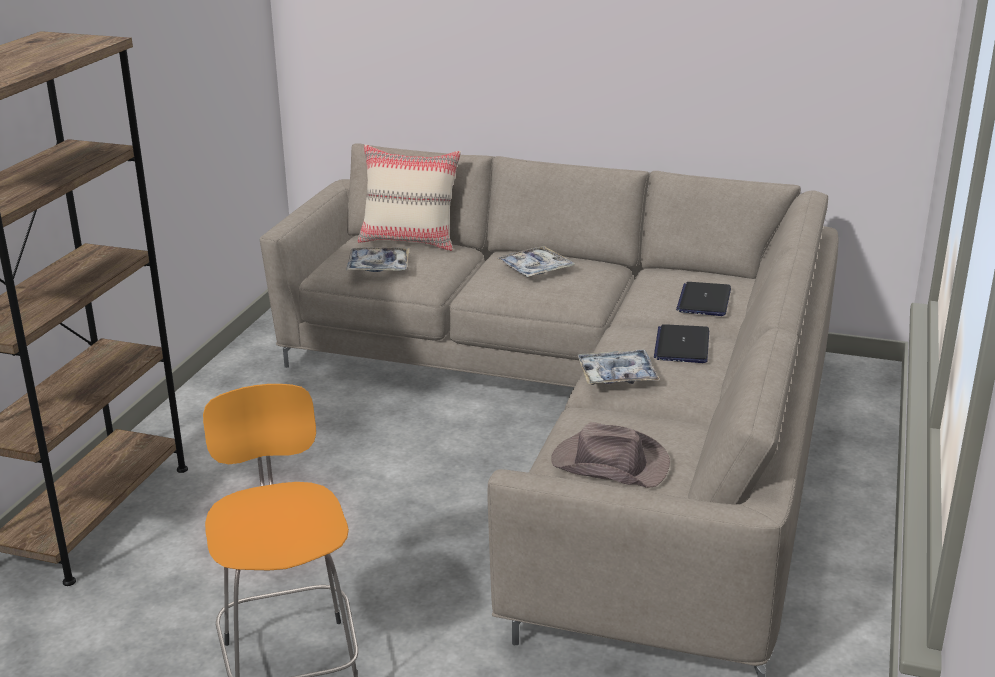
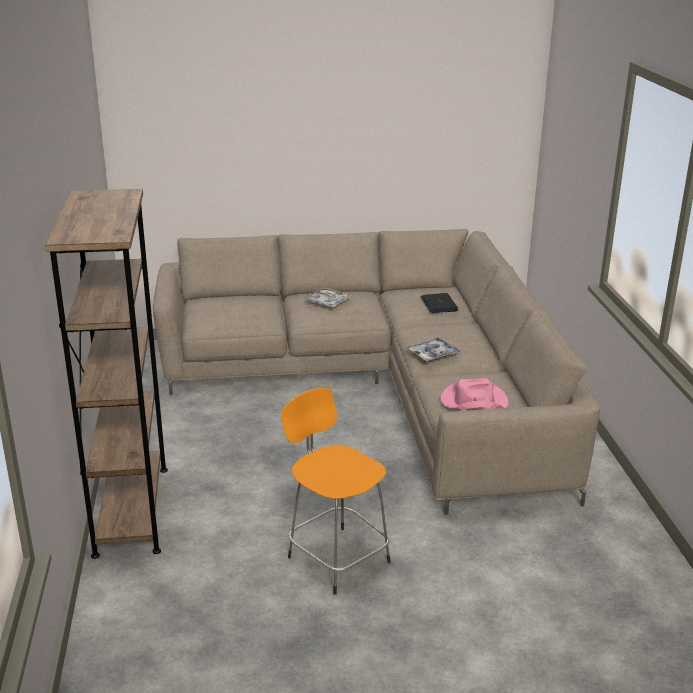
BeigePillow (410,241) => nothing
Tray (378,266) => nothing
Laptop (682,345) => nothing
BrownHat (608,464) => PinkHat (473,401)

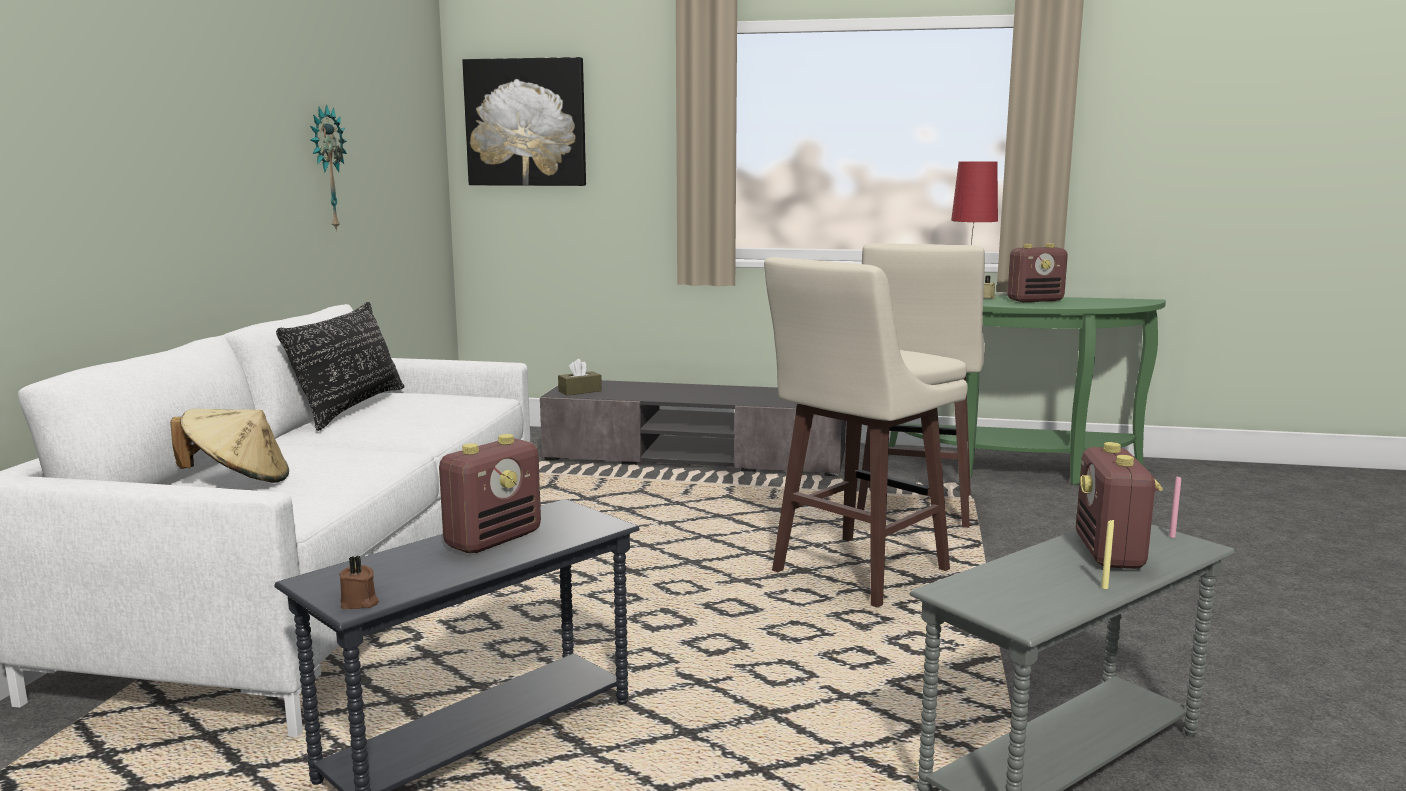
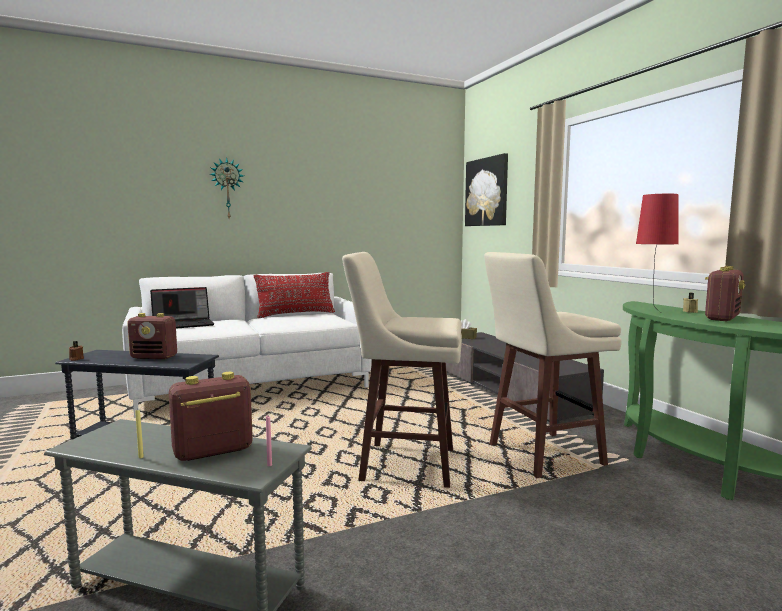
WallClock (326,168) => WallClock (227,189), relocated
Radio (1035,300) => Radio (722,318), 90 degrees counterclockwise
BlackPillow (351,407) => RedPillow (295,314)
BeigeHat (238,481) => Laptop (184,324)

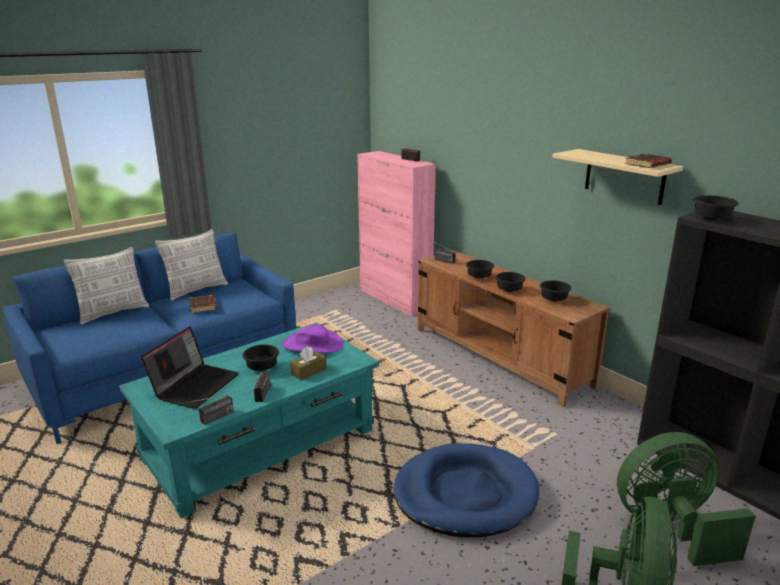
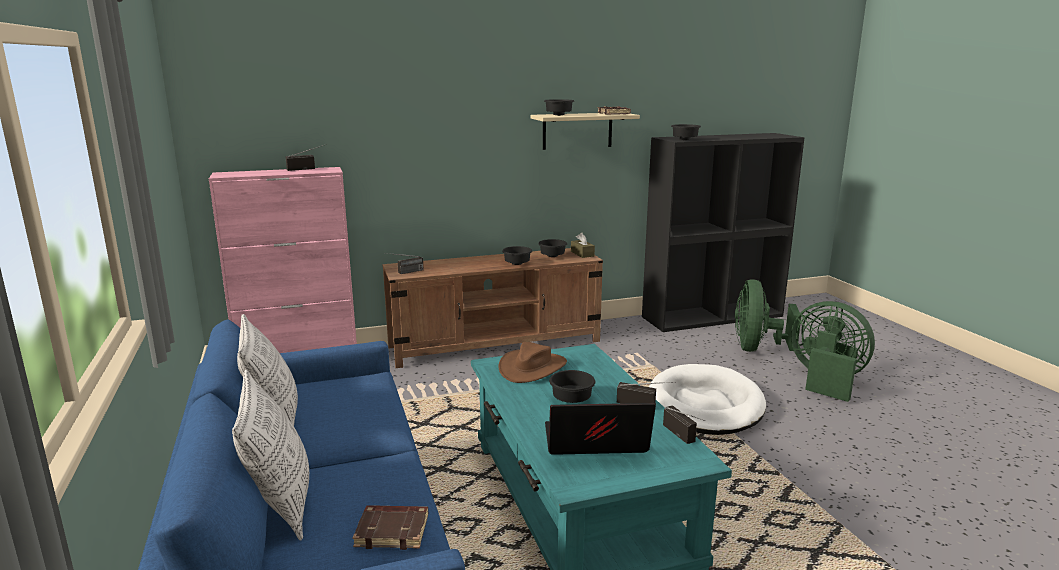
BlackBowl (478,277) => BlackBowl (558,115), relocated
BrownBook (204,306) => BrownBook (393,531), relocated
PurpleHat (312,345) => BrownHat (532,367)
Laptop (195,385) => Laptop (594,444), 45 degrees counterclockwise
BrownTissueBox (308,371) => BrownTissueBox (582,254), relocated
BlueDogBed (465,494) => WhiteDogBed (705,405)

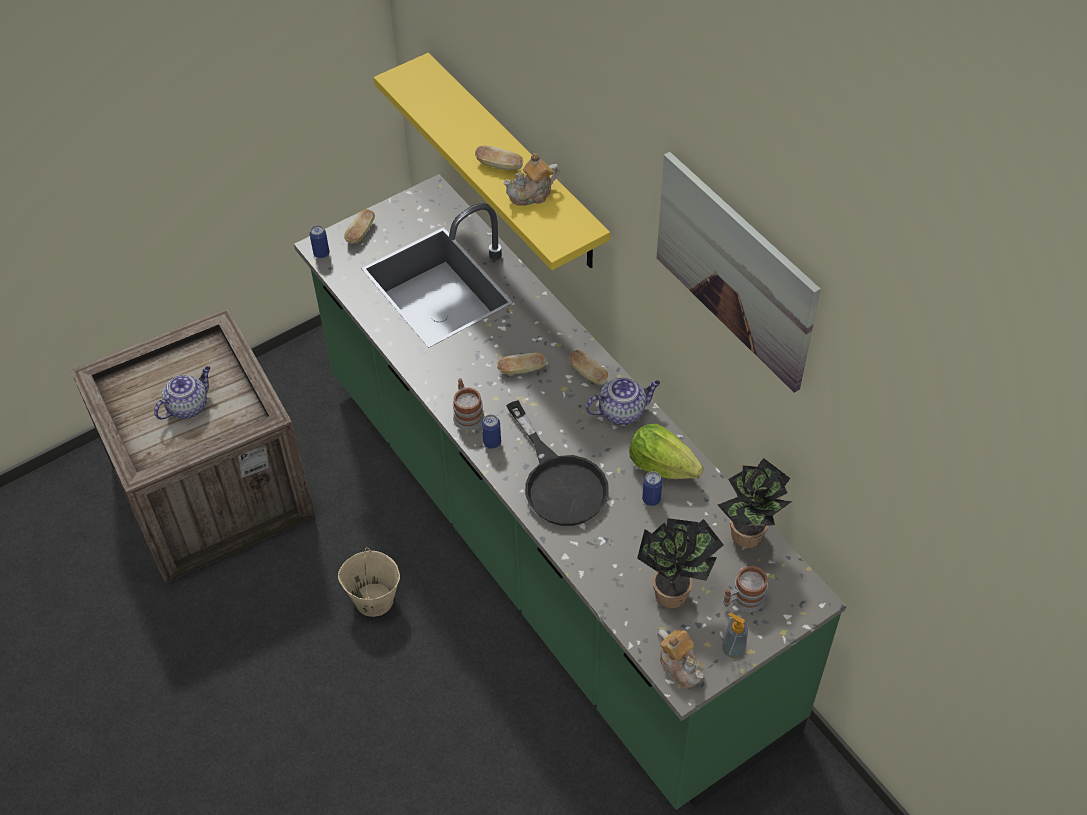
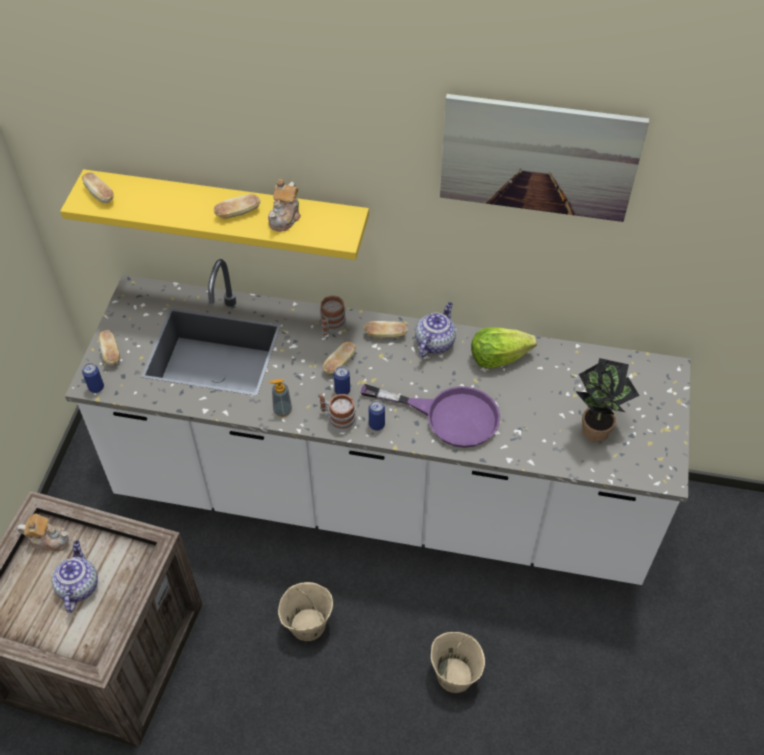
GreenCounter (546,547) => WhiteCounter (382,496)
BlackFryingPan (559,481) => PurpleFryingPan (448,415)
PottedPlant (749,538) => nothing
Can (651,499) => Can (342,390), relocated
Mug (743,599) => Mug (331,326), relocated
SoapDispenser (733,649) => SoapDispenser (282,410), relocated
Teapot (680,665) => Teapot (49,539), relocated
nothing => Bread (100,194)
nothing => BeigeBucket (454,674)

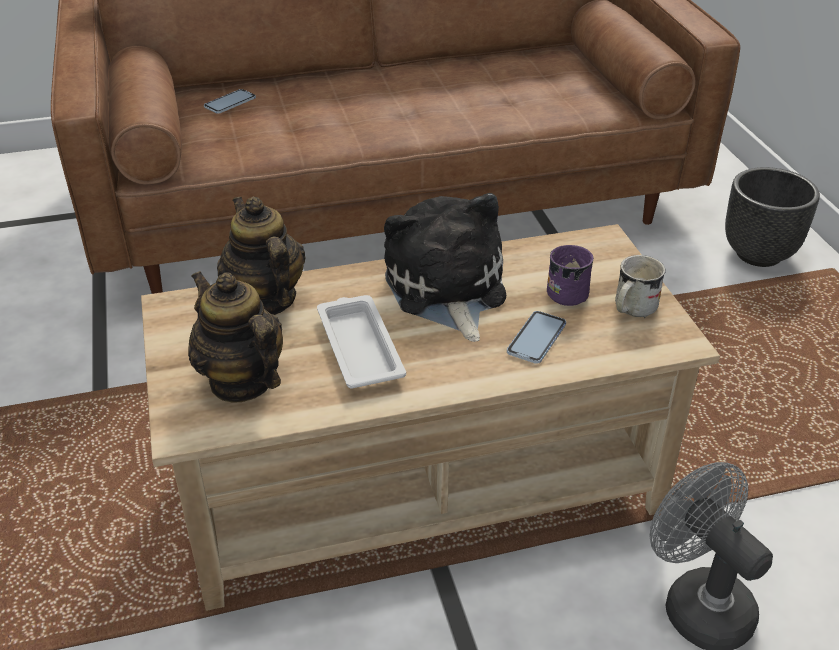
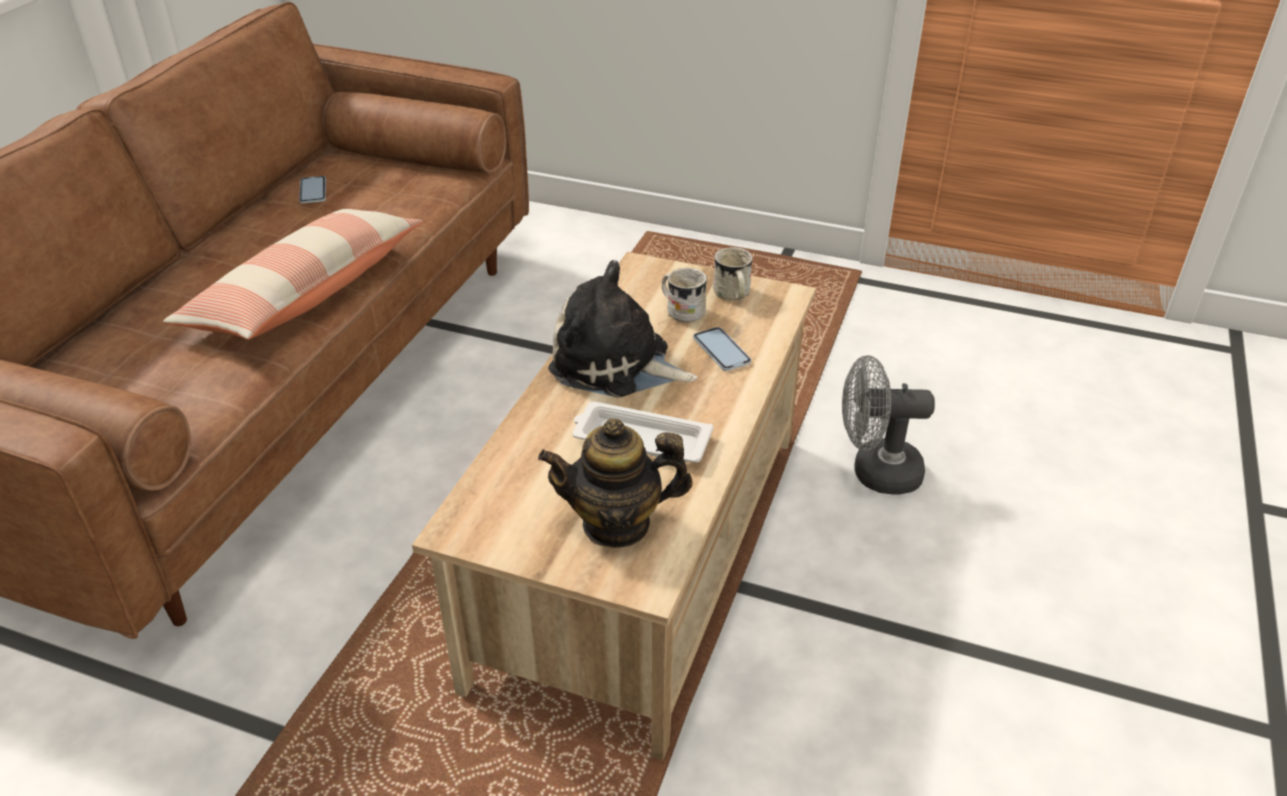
Phone (230,103) => Phone (313,191), relocated
BlackPlanter (759,254) => nothing
Teapot (265,300) => nothing
PurpleMug (568,290) => WhiteMug (681,310)
nothing => Pillow (305,294)

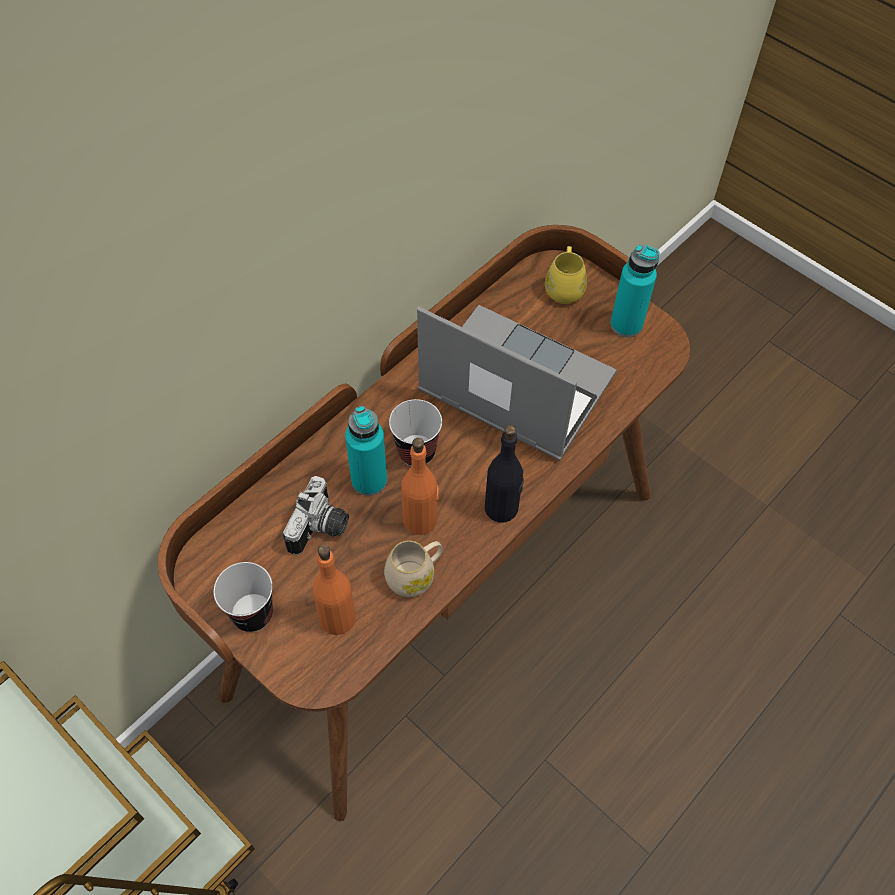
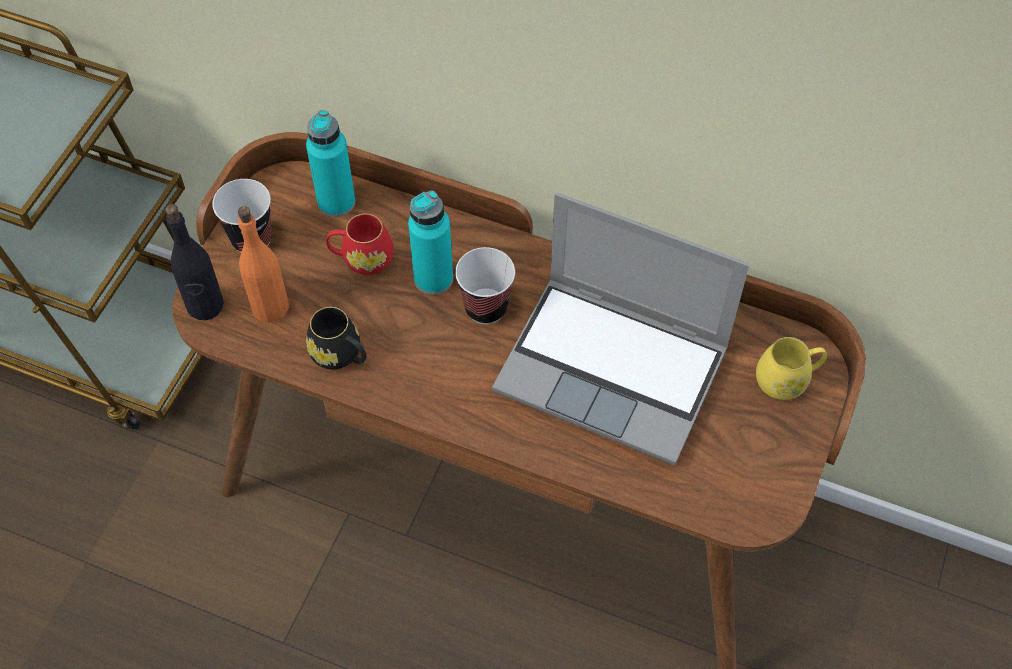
TurquoiseBottle (626,324) => TurquoiseBottle (336,202), relocated
Laptop (512,386) => Laptop (615,369), 105 degrees clockwise
BlackBottle (502,508) => BlackBottle (205,306), relocated
OrangeBottle (420,520) => nothing
PhotoCamera (321,529) => RedMug (362,259)
BeigeMug (415,575) => BlackMug (341,355)

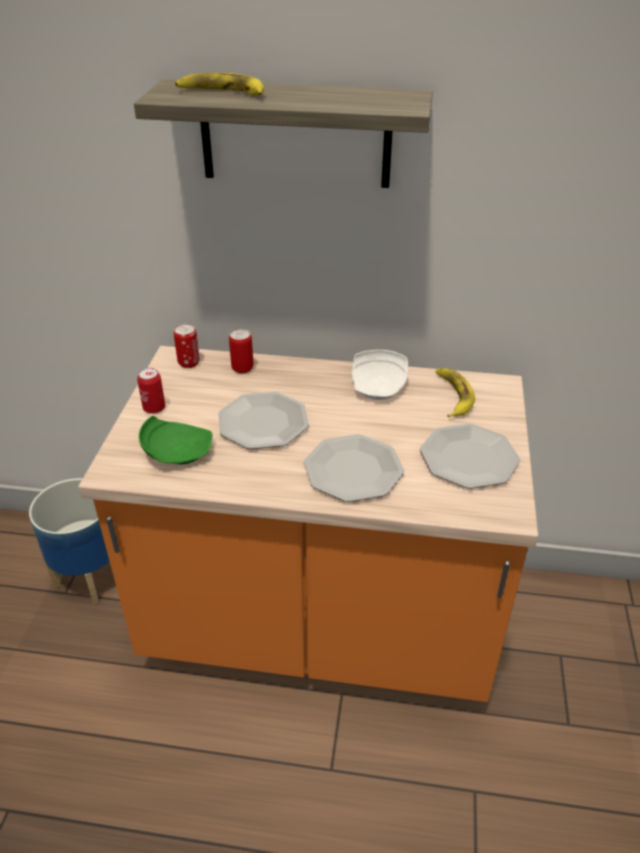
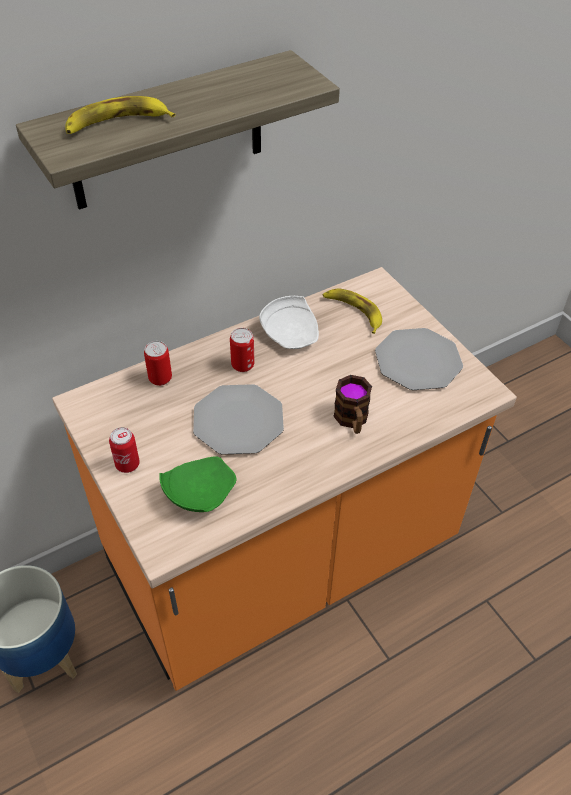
Can (189,363) => Can (242,365), relocated
Plate (353,470) => Mug (352,420)

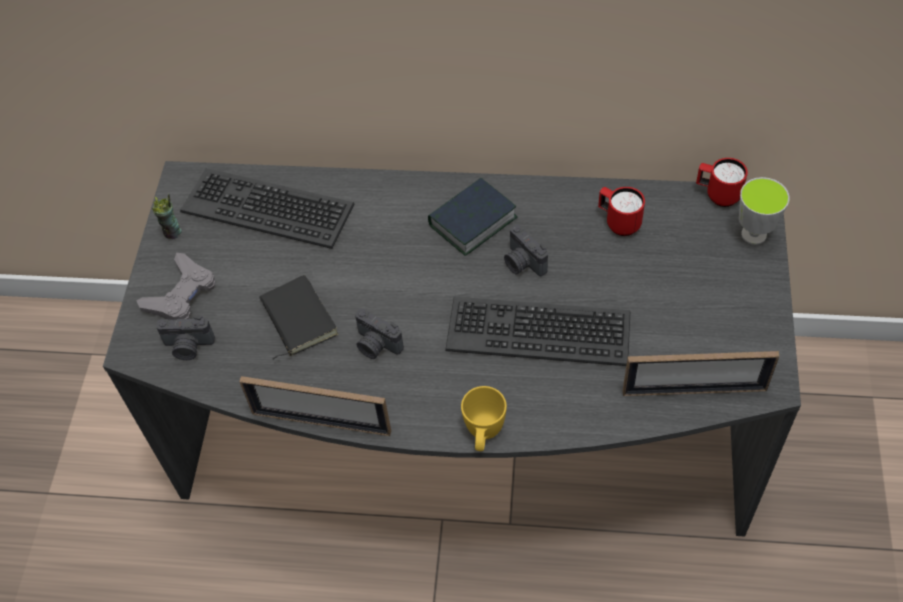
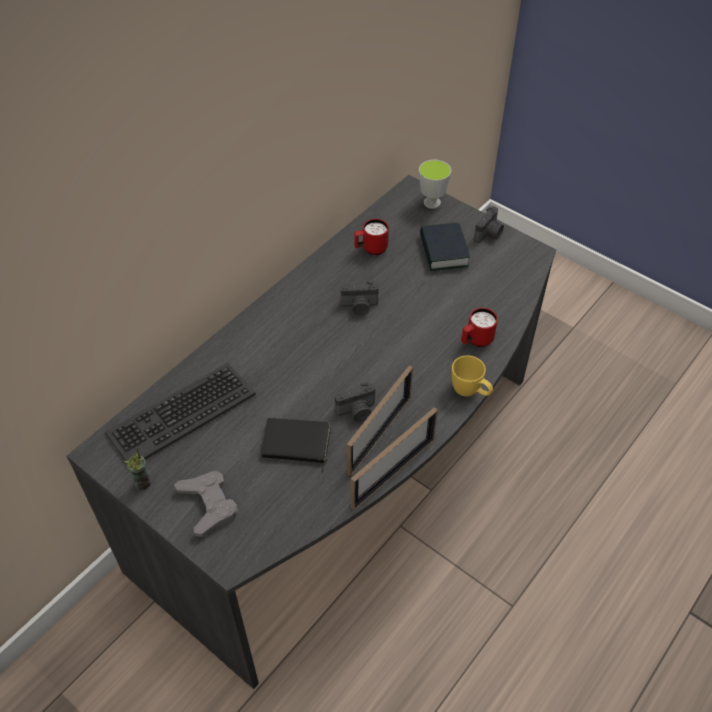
RedMug (717,195) => RedMug (476,341), relocated
Book (472,221) => Book (443,251), relocated
Keyboard (538,330) => nothing
PhotoCamera (188,347) => PhotoCamera (489,234), relocated
PictureFrame (694,390) => PictureFrame (379,435), relocated

